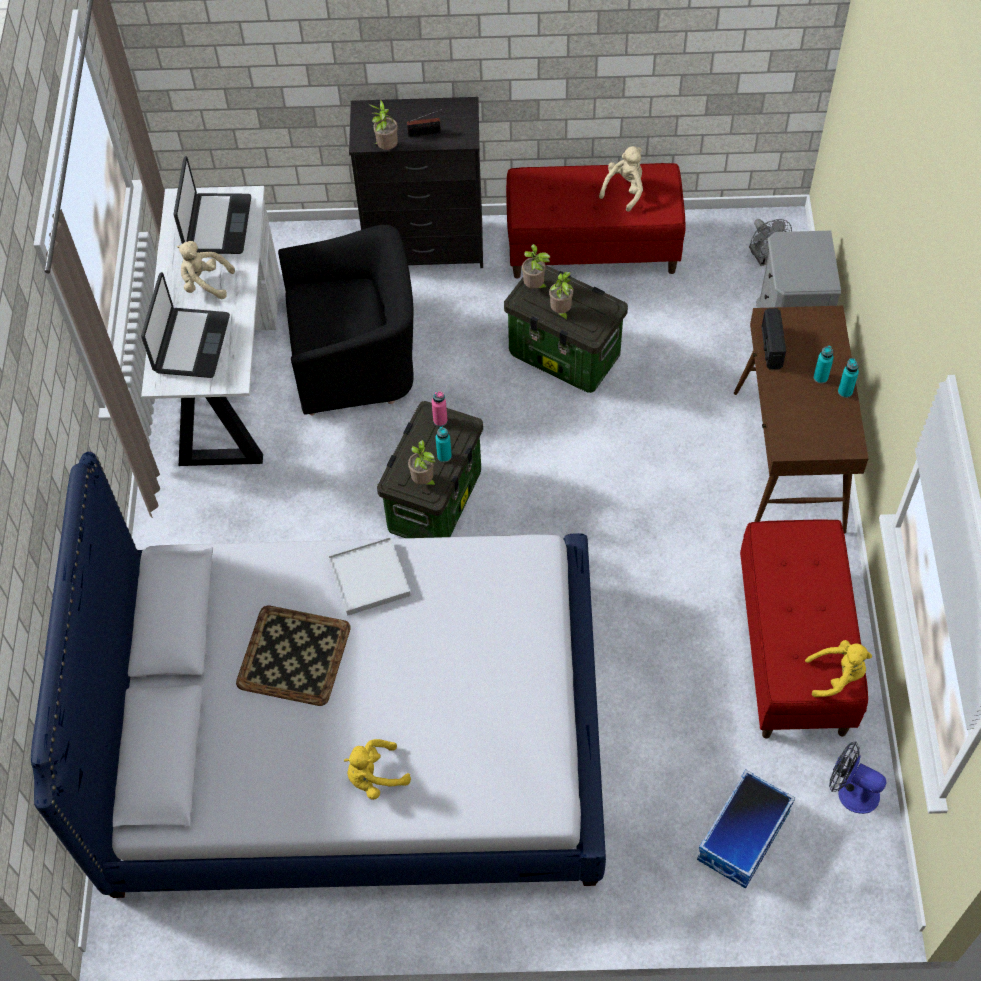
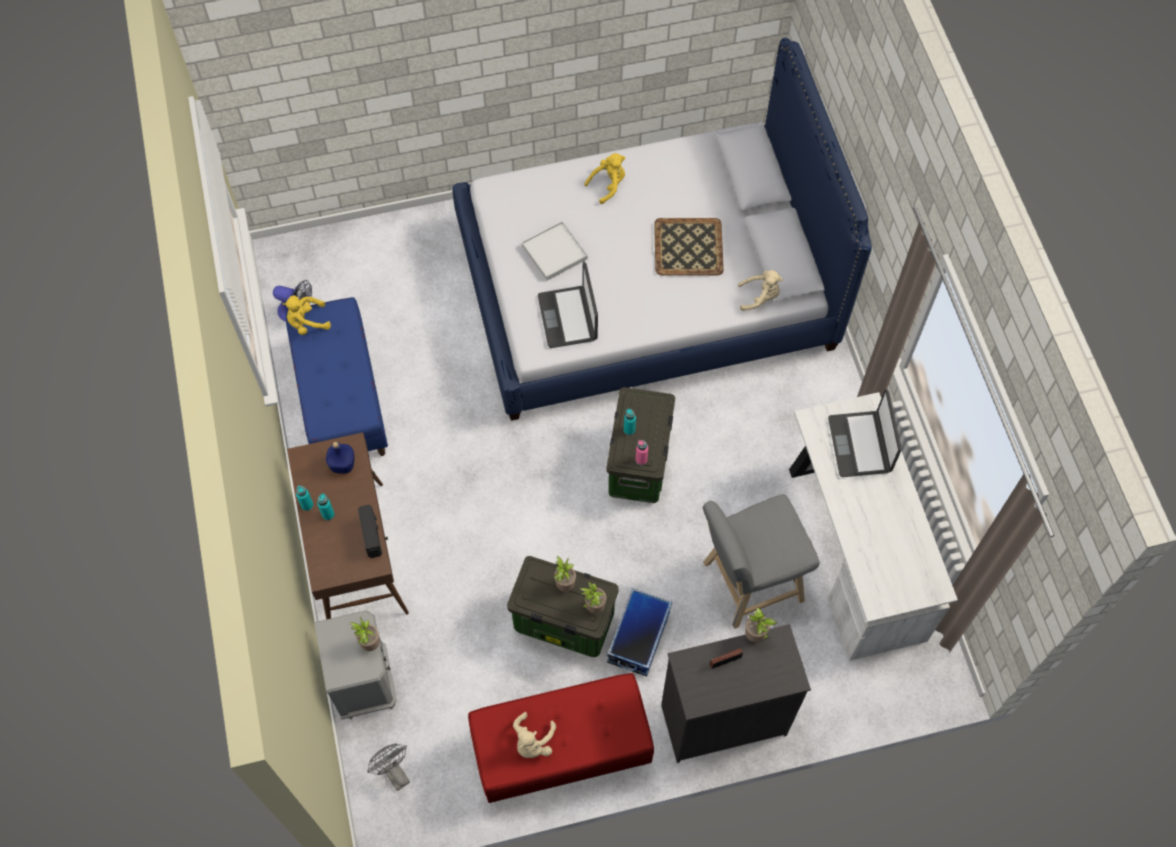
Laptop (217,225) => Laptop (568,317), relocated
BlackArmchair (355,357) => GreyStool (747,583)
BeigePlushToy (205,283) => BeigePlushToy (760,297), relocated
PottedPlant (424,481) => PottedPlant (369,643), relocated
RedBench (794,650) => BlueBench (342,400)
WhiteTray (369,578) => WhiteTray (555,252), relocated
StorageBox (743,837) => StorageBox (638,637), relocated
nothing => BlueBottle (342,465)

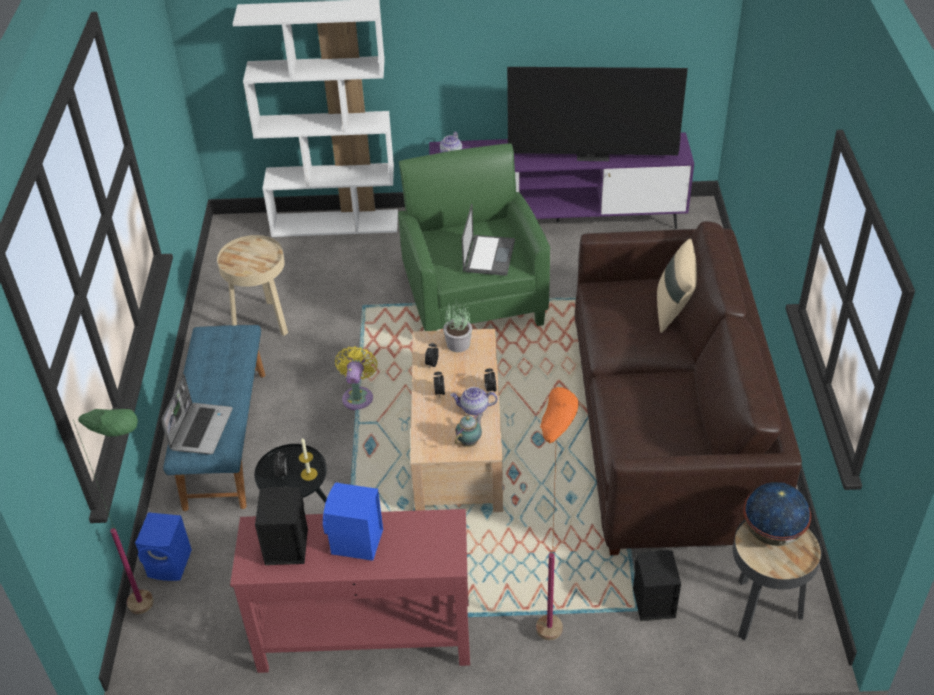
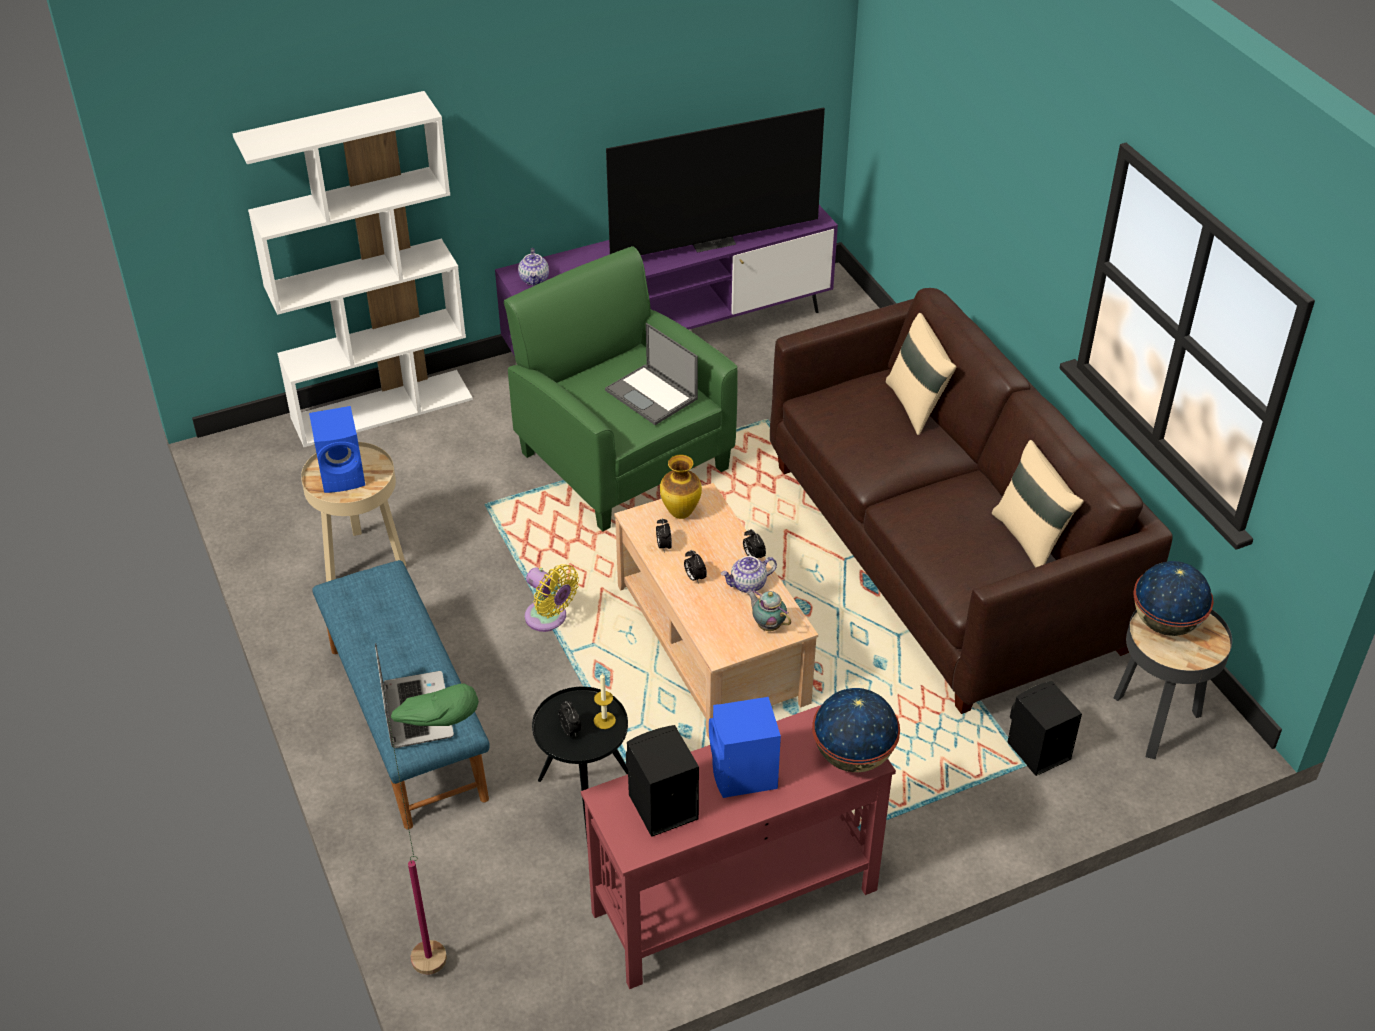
Laptop (488,255) => Laptop (652,395), 150 degrees clockwise
PottedPlant (457,344) => Vase (680,513)
YellowFan (358,396) => YellowFan (549,619), 150 degrees clockwise
OrangeFloorLamp (551,614) => nothing
Teapot (470,442) => Teapot (767,625), 60 degrees counterclockwise
BlueSpeaker (171,564) => BlueSpeaker (344,475), relocated
nothing => BeigePillow (1030,539)
nothing => Globe (853,756)

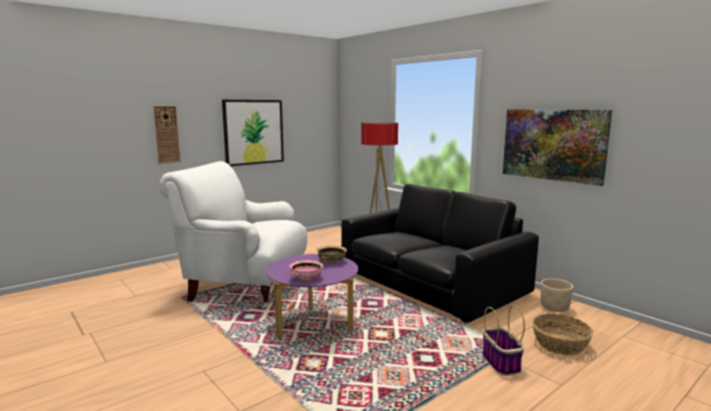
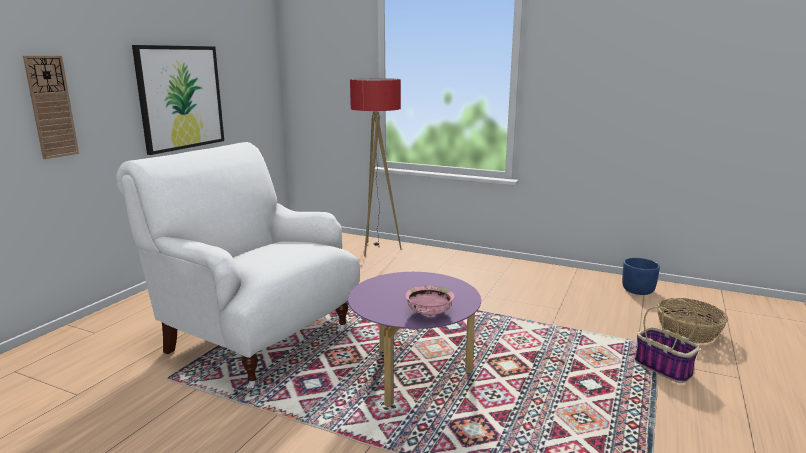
Picture (553,144) => nothing
WhiteArmchair (244,288) => WhiteArmchair (256,340), 45 degrees clockwise
BlackSofa (430,283) => nothing
BeigeBowl (332,261) => nothing
BeigePlanter (554,308) => BluePlanter (638,290)

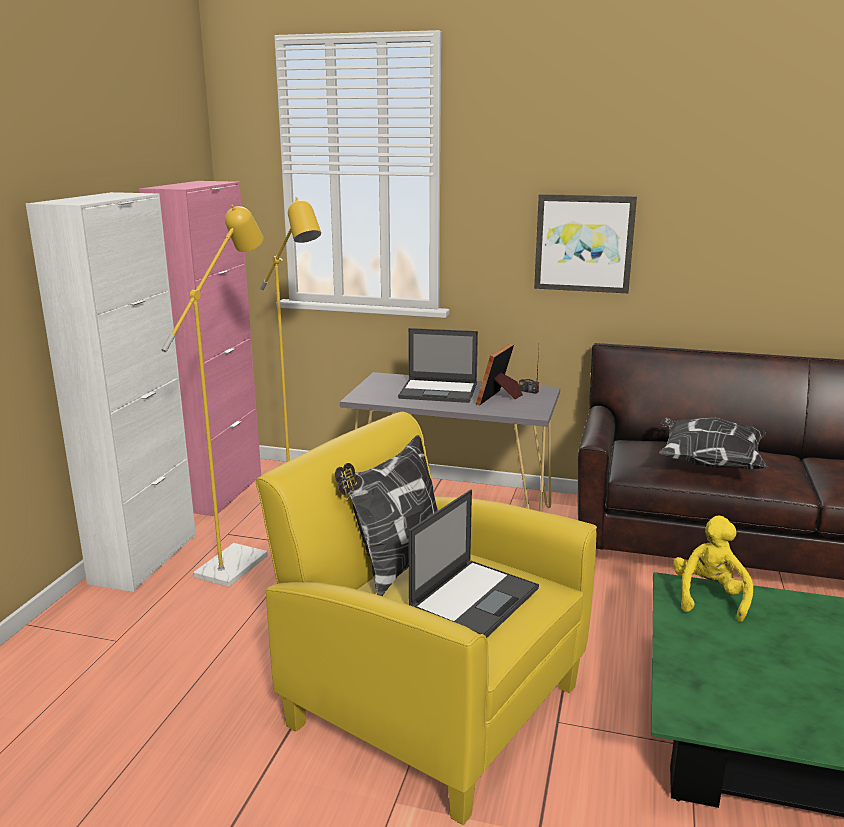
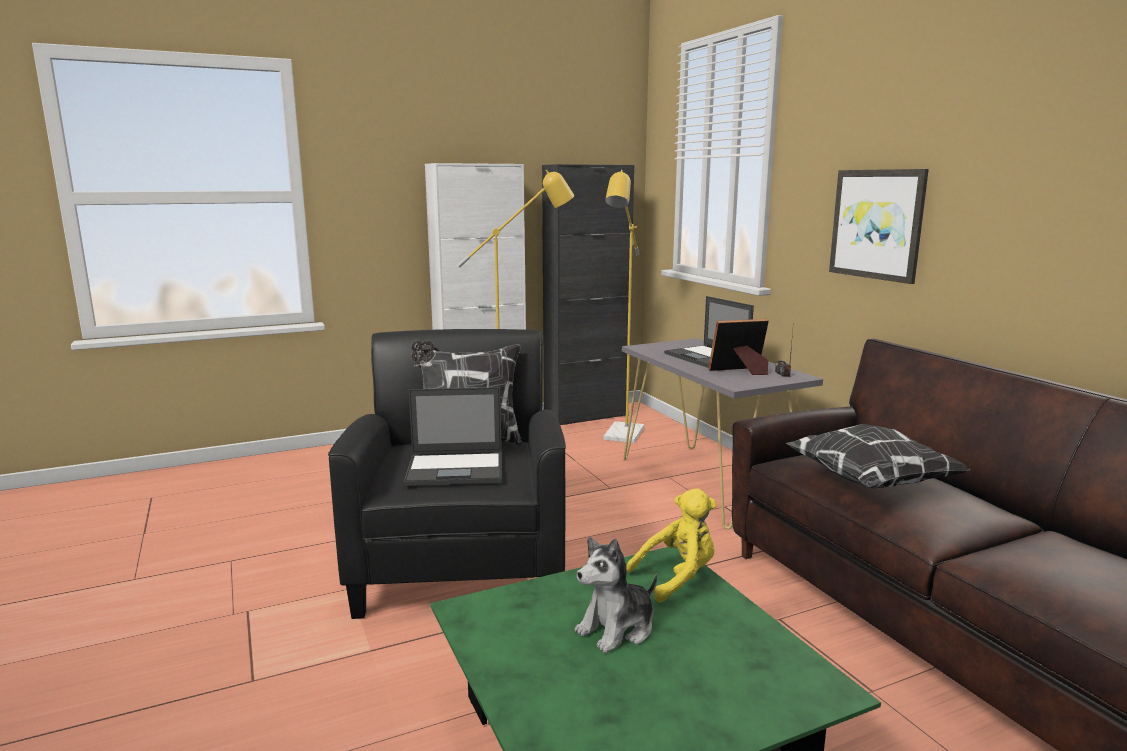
PinkCabinet (220,492) => BlackCabinet (586,416)
YellowArmchair (432,703) => BlackArmchair (461,563)
nothing => PlushToy (617,629)

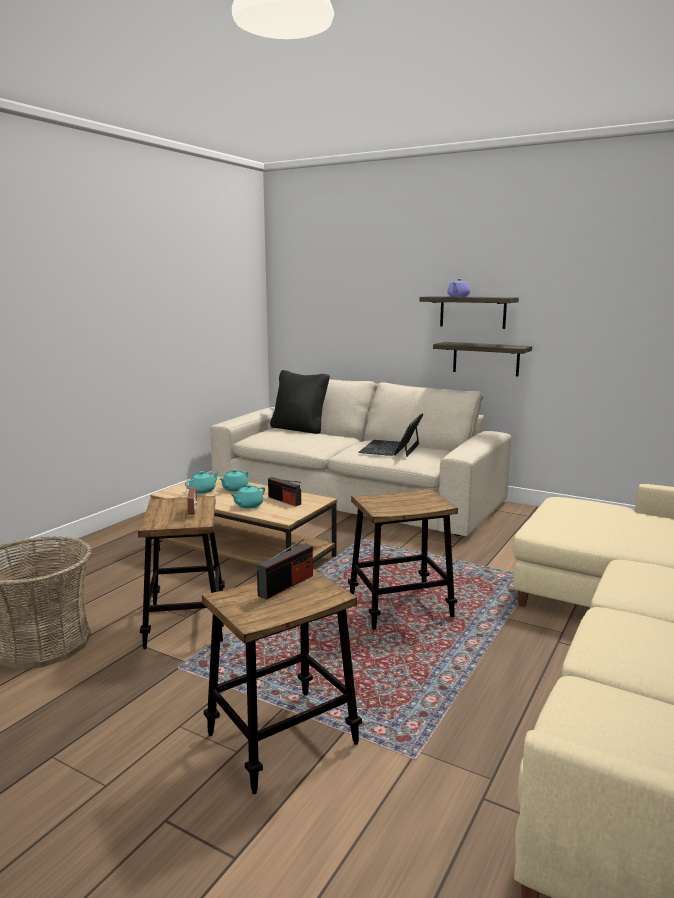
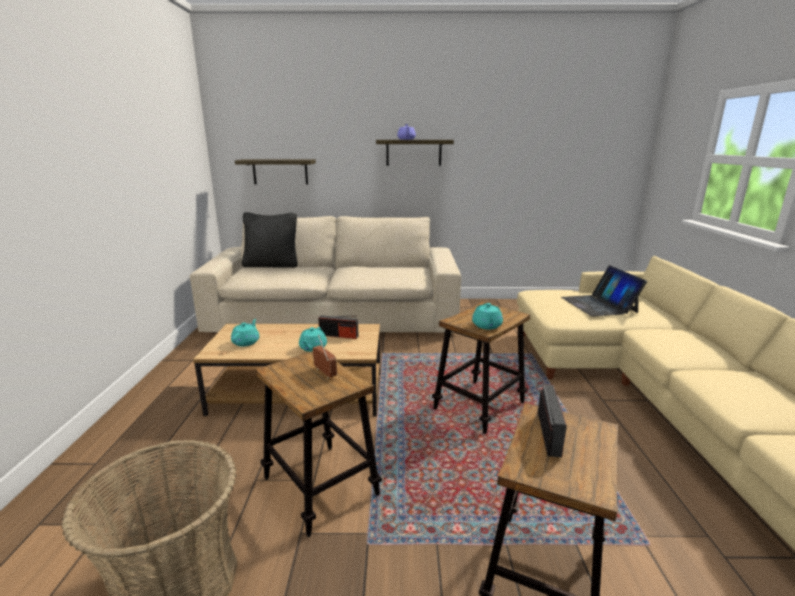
Shelf (486,358) => Shelf (280,171), relocated
Laptop (391,448) => Laptop (599,305), relocated
TurquoiseTeapot (234,489) => TurquoiseTeapot (487,326), relocated

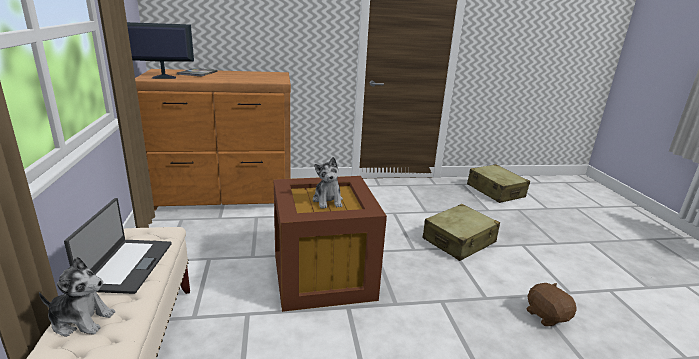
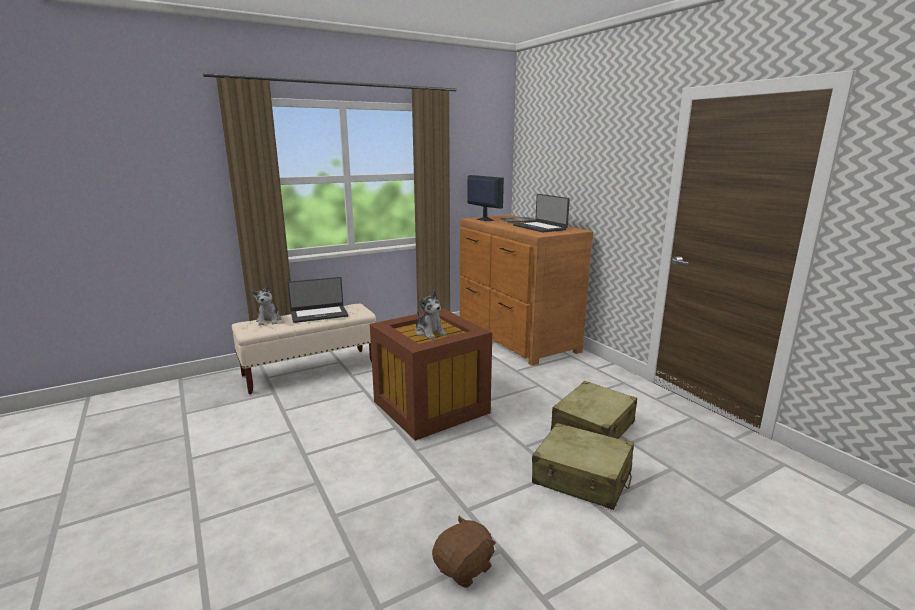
PlushToy (328,200) => PlushToy (429,332), 90 degrees counterclockwise
BeigeSuitcase (495,191) => BeigeSuitcase (593,427), relocated
nothing => Laptop (540,227)

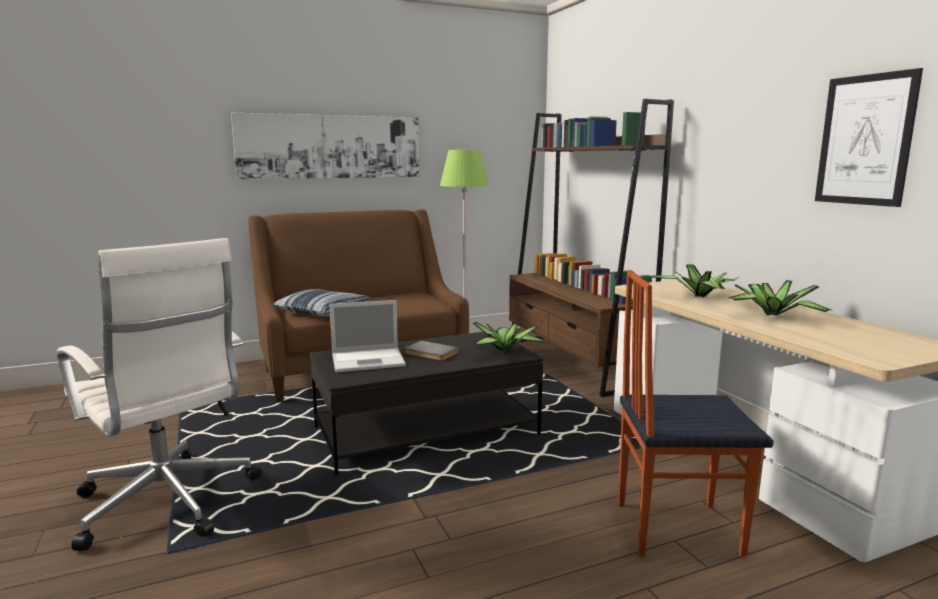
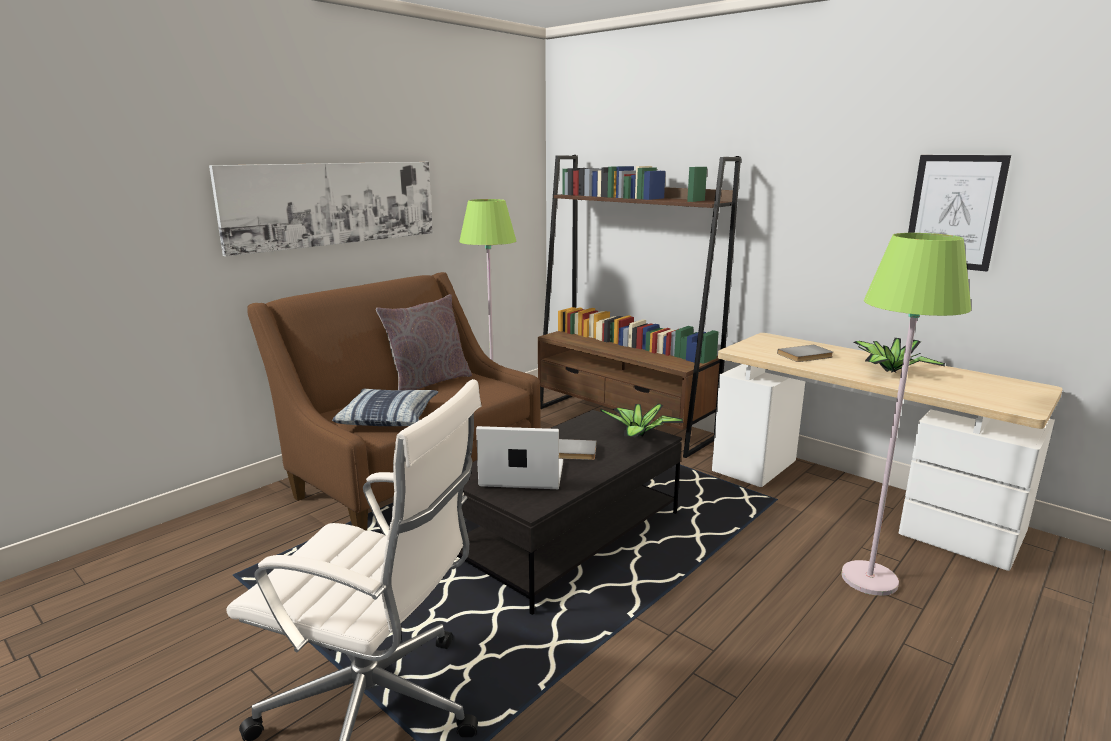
PottedPlant (699,297) => GreyBook (806,356)
Chair (675,527) => GreenFloorLamp (868,579)
Laptop (369,360) => Laptop (520,475), 135 degrees counterclockwise
nothing => GreyPillow (428,382)

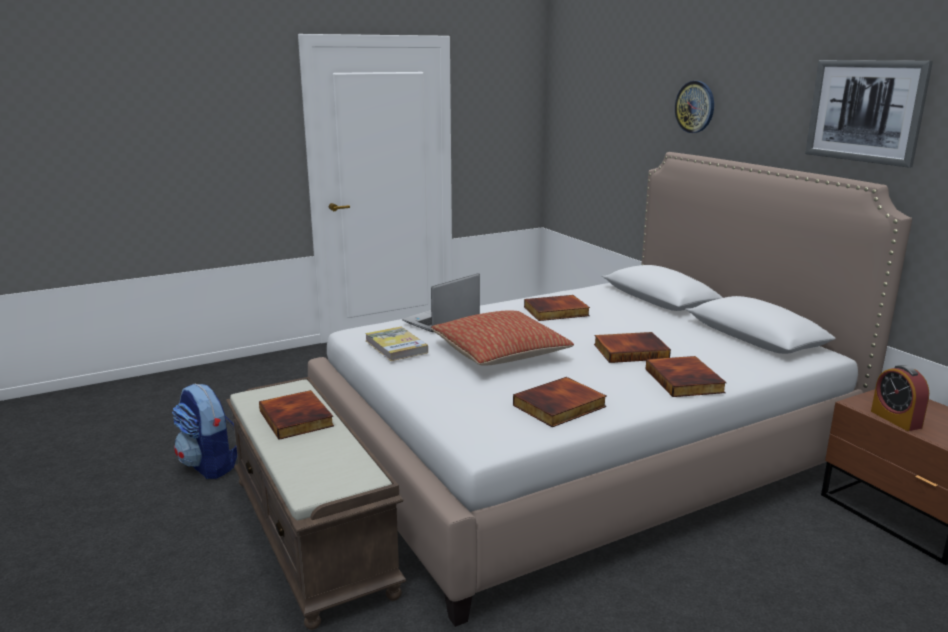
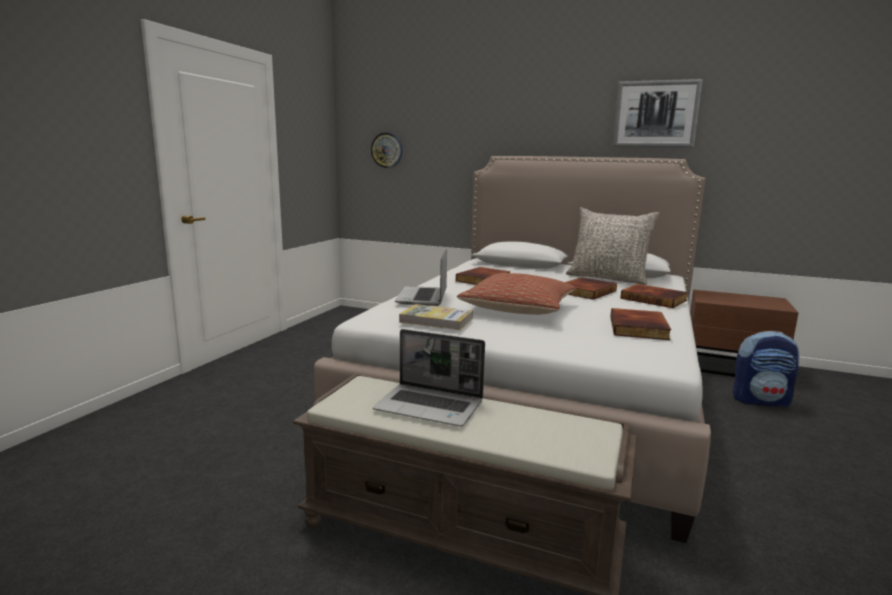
WallClock (695,107) => WallClock (386,150), relocated
AlarmClock (896,419) => nothing
Backpack (210,465) => Backpack (760,400), relocated
Book (298,418) => Laptop (430,406)
nothing => GreyPillow (608,278)

